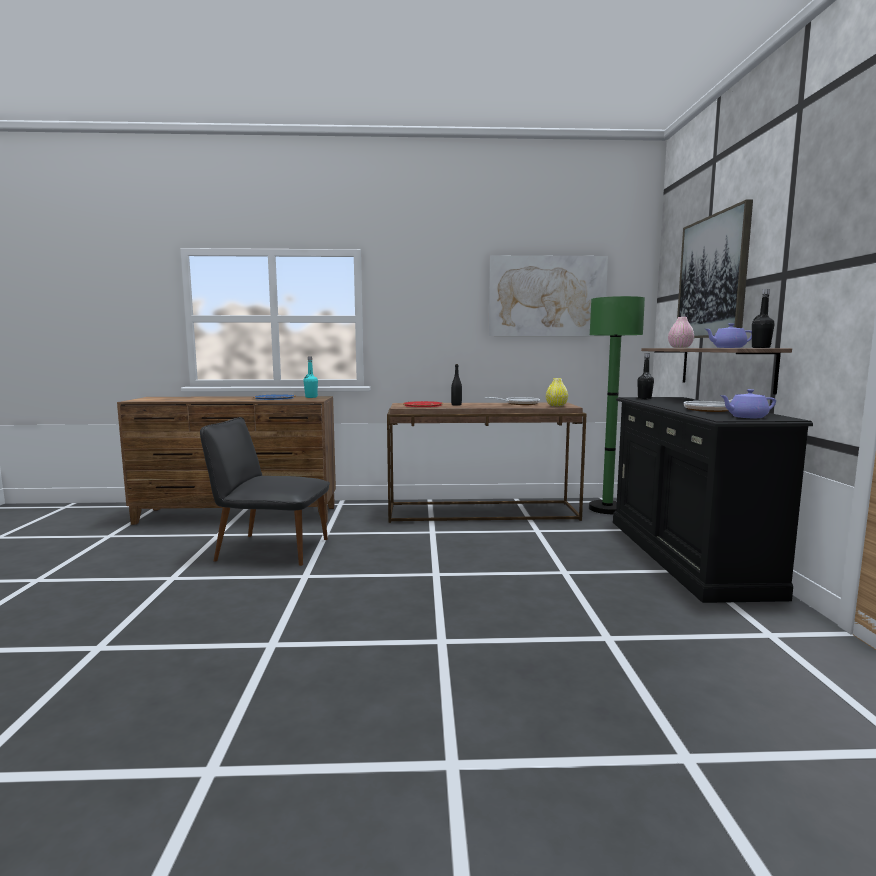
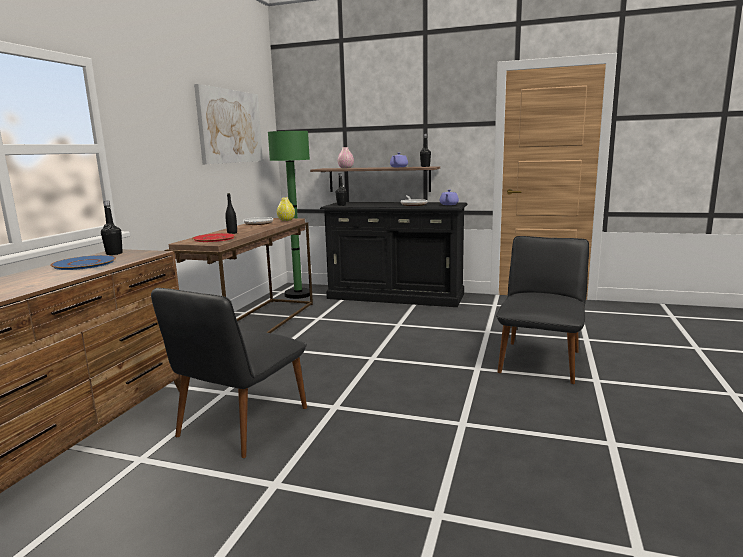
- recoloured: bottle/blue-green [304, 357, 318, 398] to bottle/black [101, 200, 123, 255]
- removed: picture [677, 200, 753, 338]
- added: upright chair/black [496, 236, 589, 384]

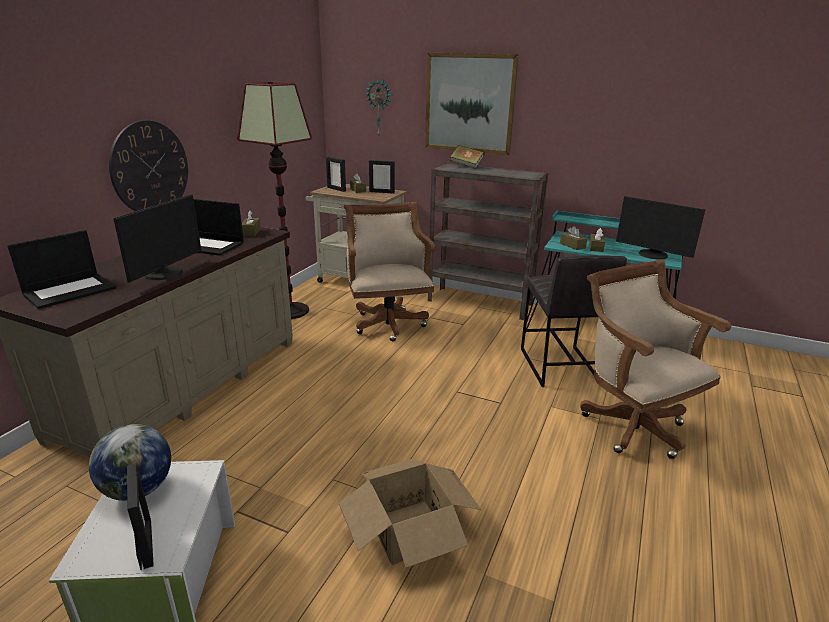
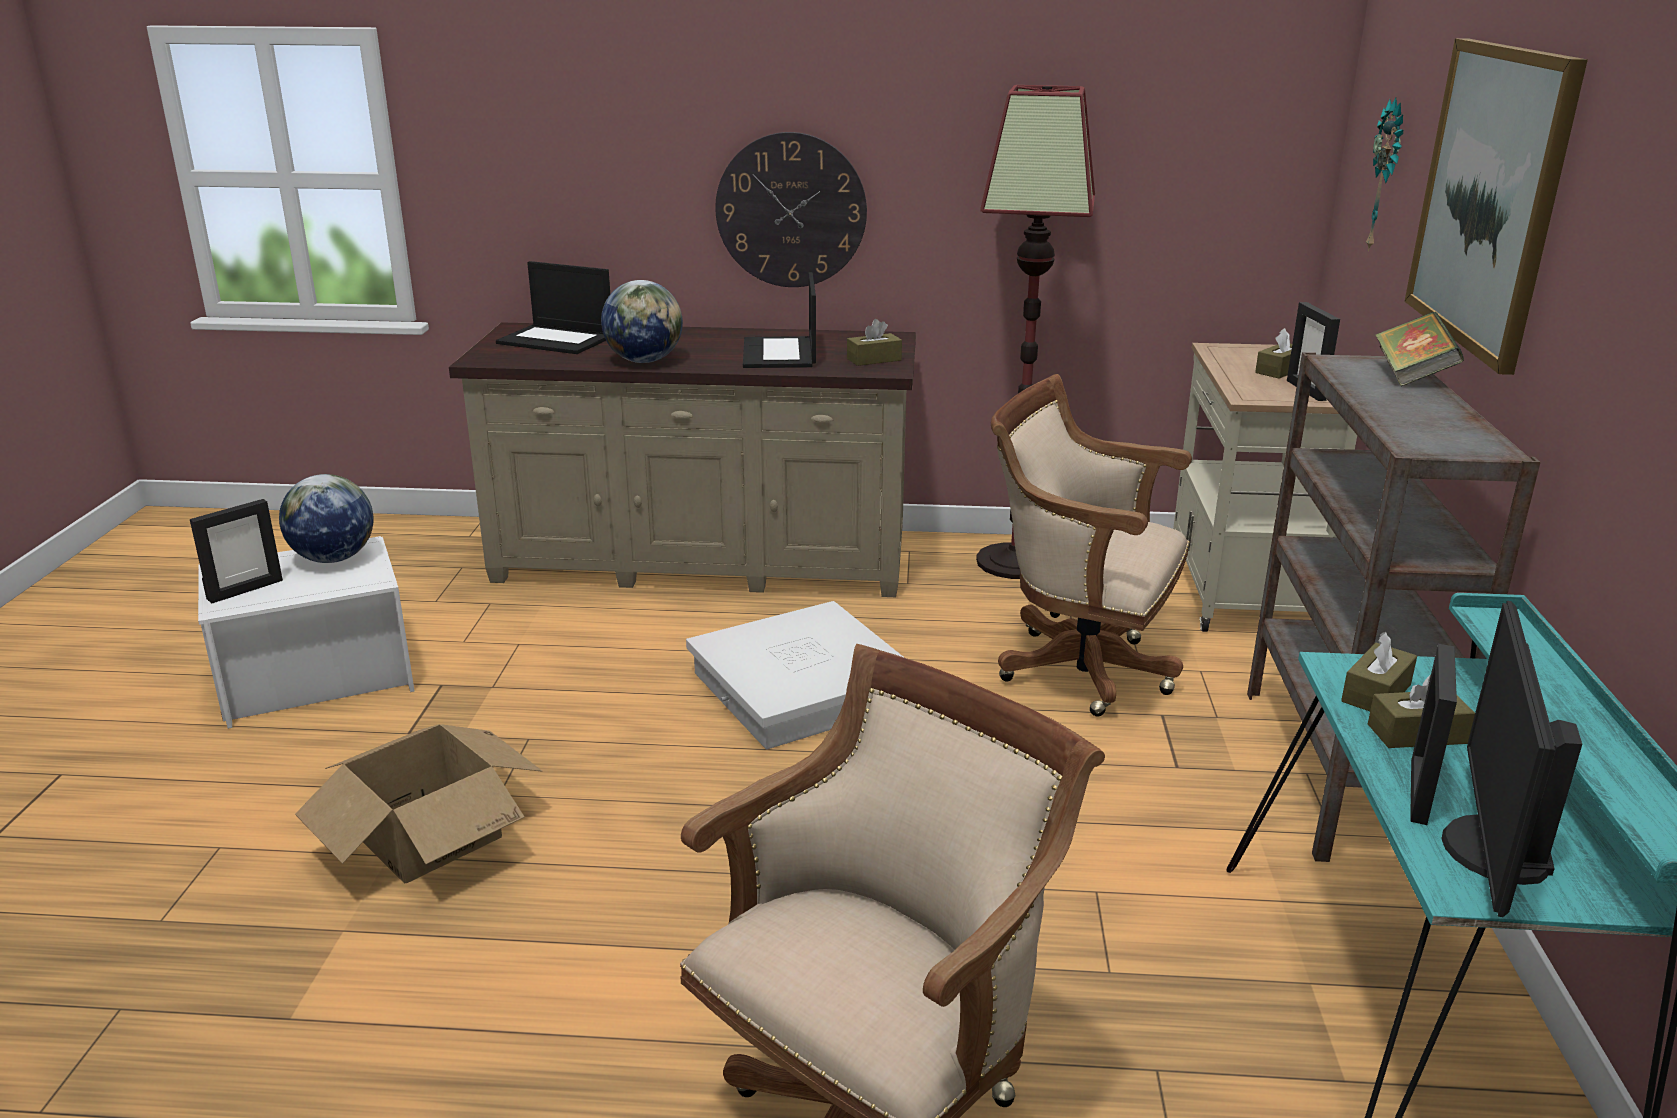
- replaced: monitor [113, 194, 201, 283] to world globe [601, 280, 683, 363]
- moved: picture frame [326, 157, 346, 192] to [1410, 644, 1457, 825]
- turned: desk chair [344, 202, 435, 341] = [991, 374, 1192, 717] 120 degrees counterclockwise
- removed: stool/grey [521, 255, 627, 387]
- added: storage container/white [686, 601, 903, 749]

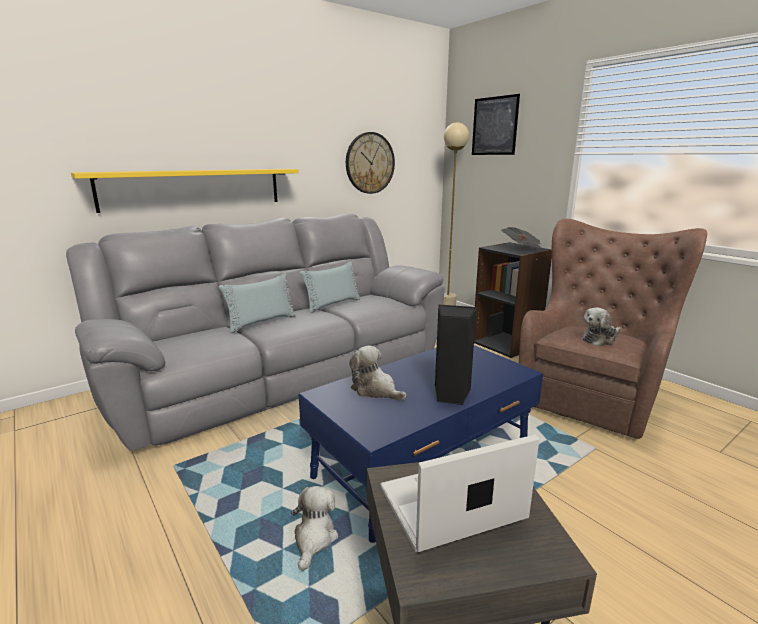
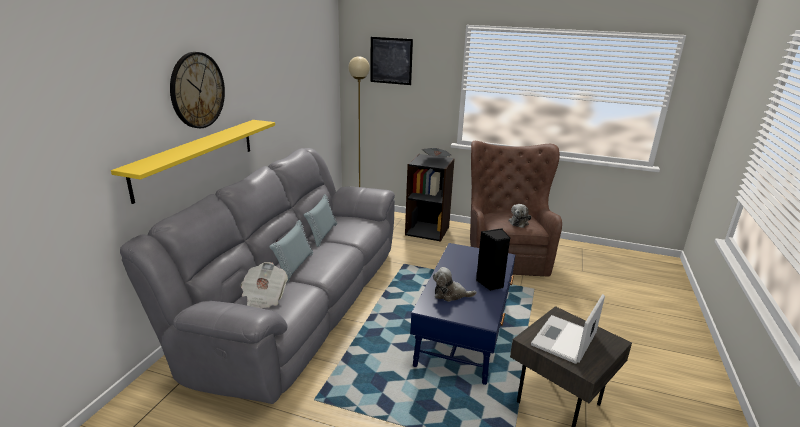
- removed: plush toy [291, 486, 338, 571]
- moved: wall clock [346, 132, 395, 194] to [170, 52, 225, 128]
- added: printed paper [241, 262, 288, 308]

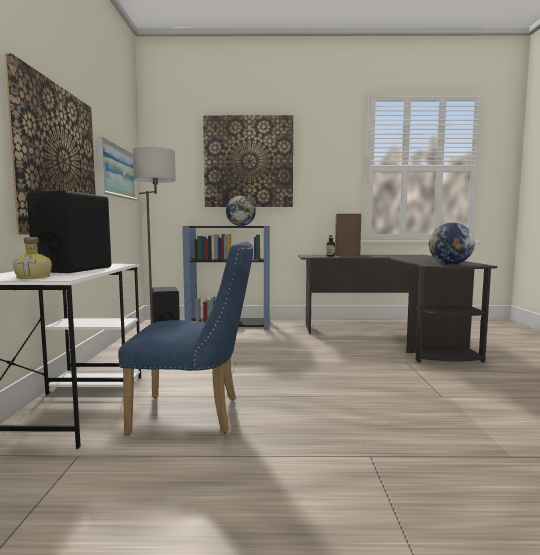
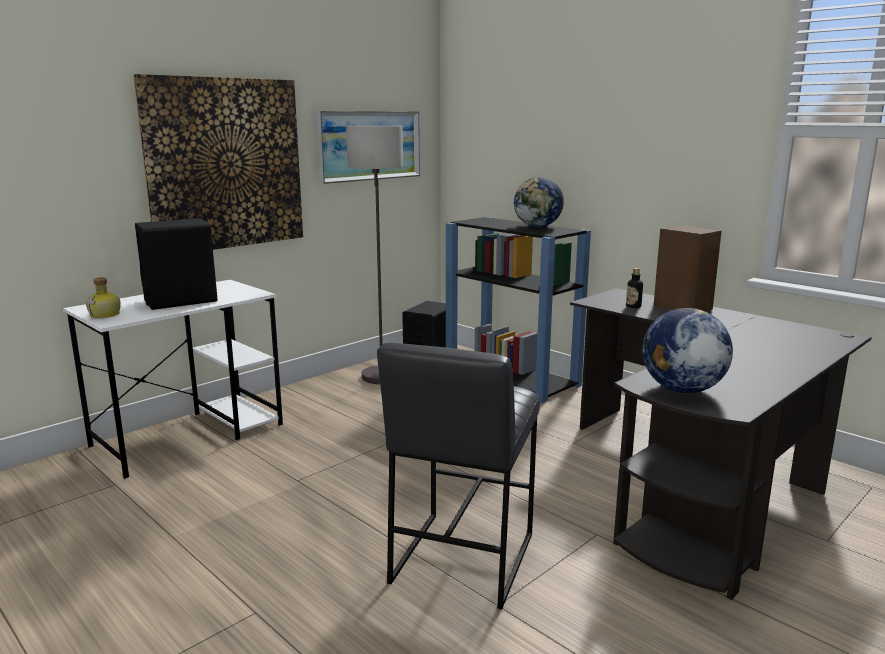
- removed: upright chair/bluish [118, 242, 253, 435]
- removed: picture [203, 115, 293, 207]
- added: stool/grey [377, 343, 540, 609]

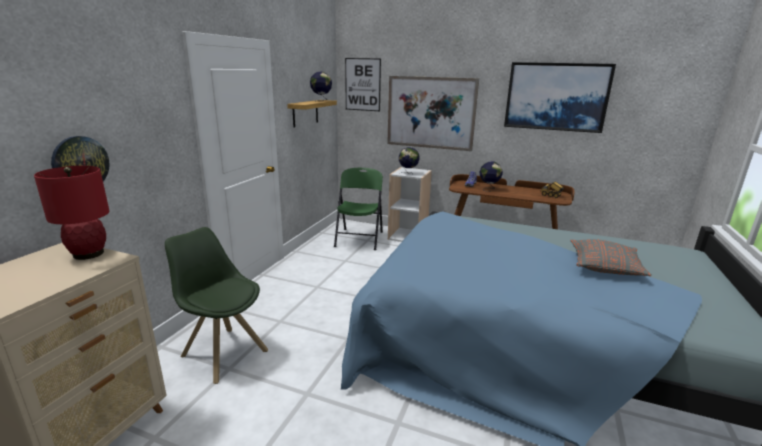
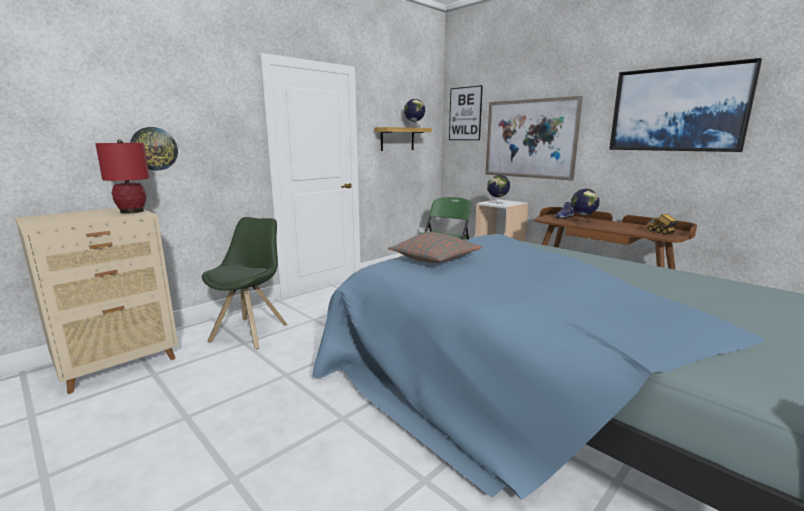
- turned: upright chair/green [165, 227, 268, 384] = [202, 217, 287, 349] 45 degrees clockwise
- moved: pillow/grey [570, 239, 652, 276] to [388, 232, 483, 263]

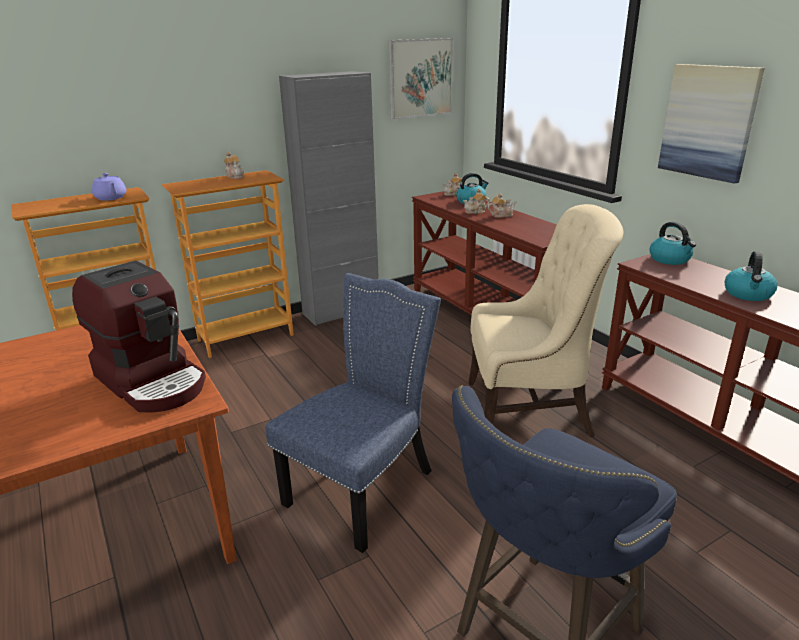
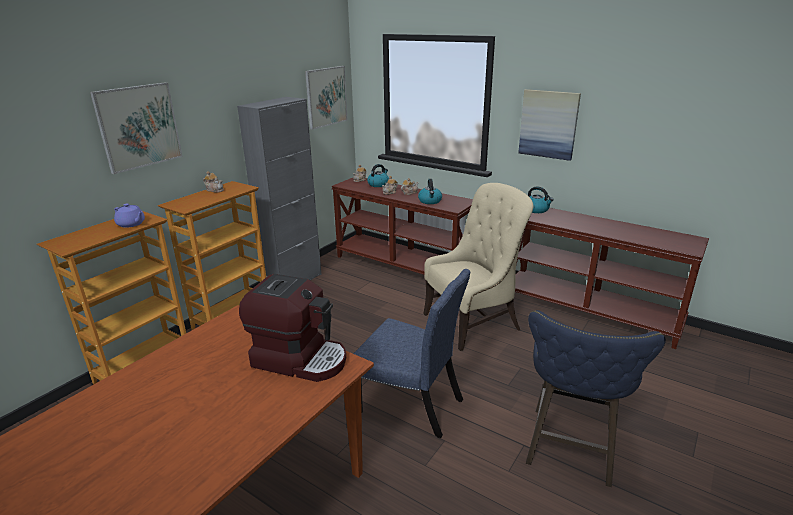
- turned: upright chair/bluish [266, 273, 441, 553] = [354, 269, 471, 438] 105 degrees clockwise
- moved: kettle [724, 251, 777, 301] to [418, 179, 442, 204]
- added: picture [90, 82, 183, 174]

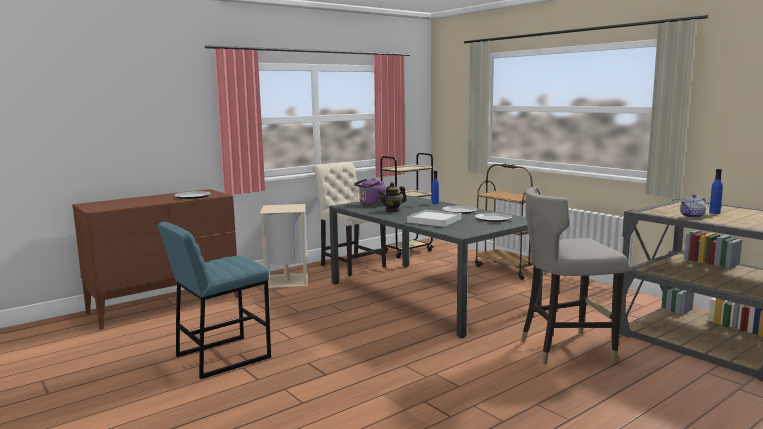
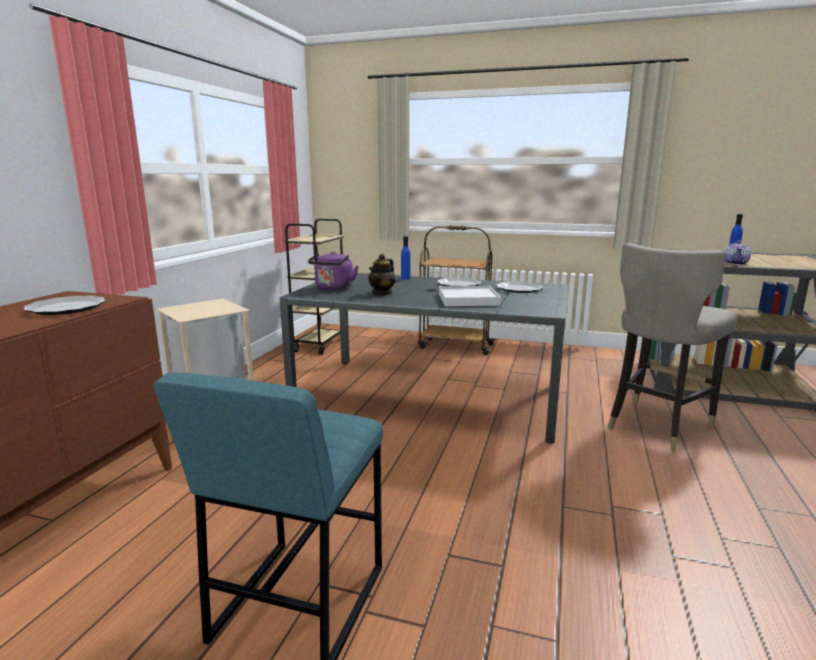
- removed: upright chair/beige [313, 162, 386, 277]

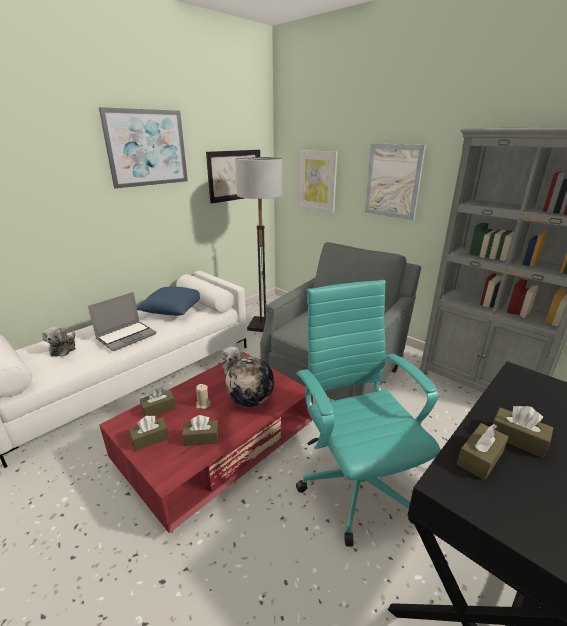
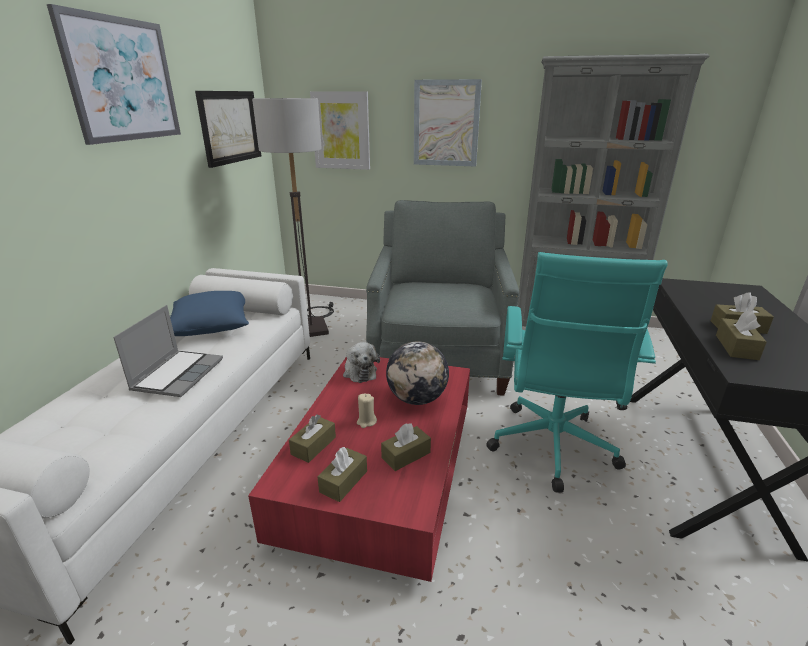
- removed: plush toy [42, 327, 76, 357]
- turned: desk chair/blue-green [296, 280, 441, 547] = [486, 252, 668, 493] 120 degrees counterclockwise

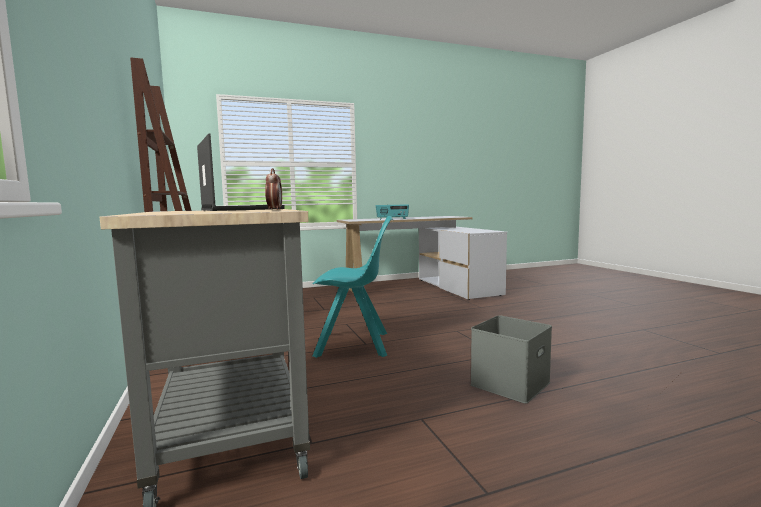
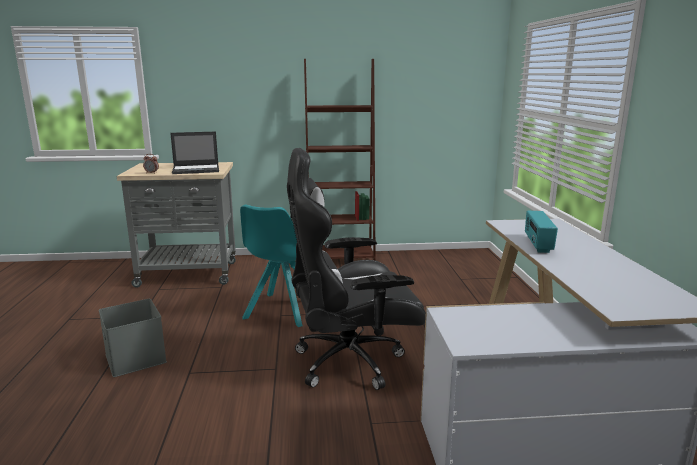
- added: desk chair/black [287, 148, 426, 390]

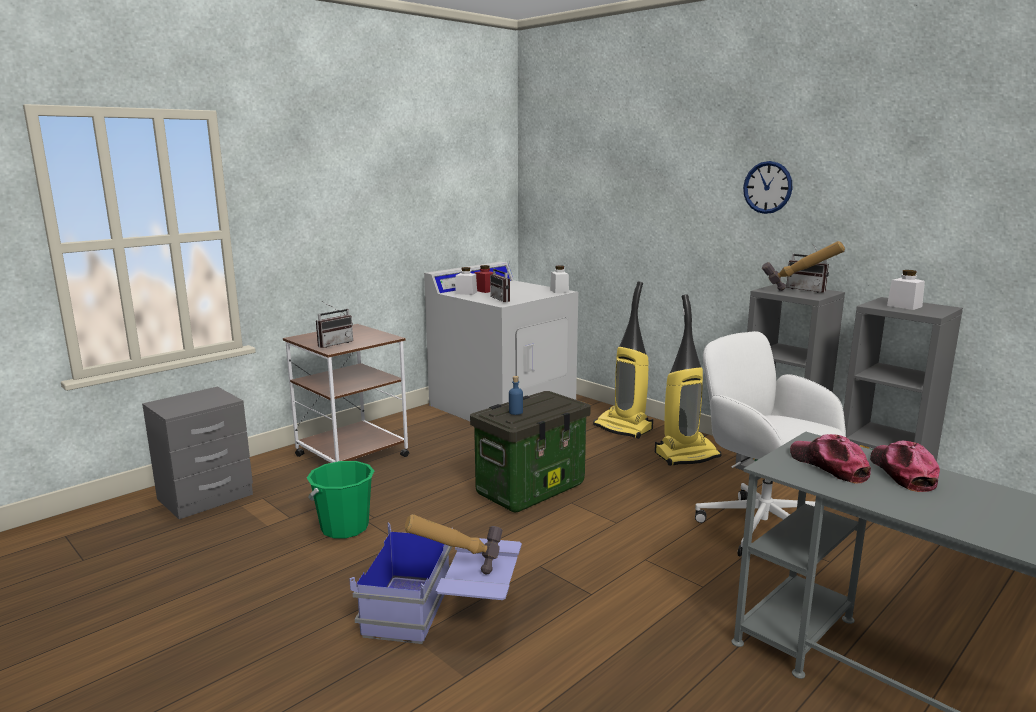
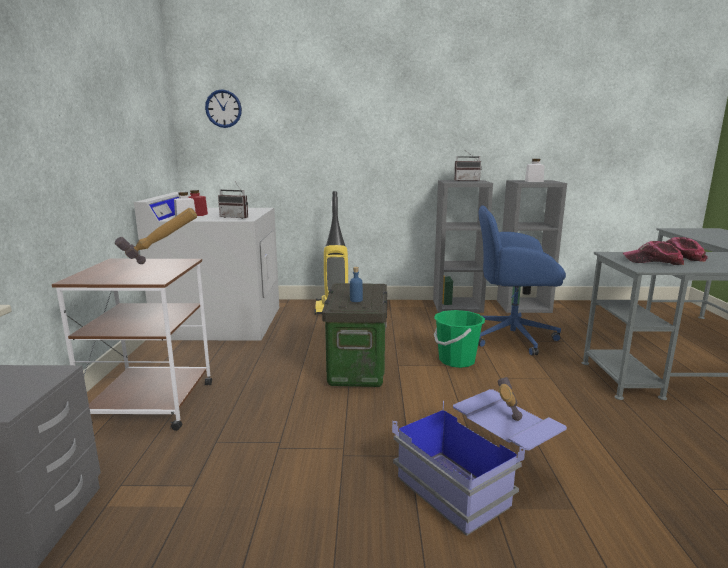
- moved: bucket/green [307, 461, 374, 539] to [434, 310, 485, 368]
- removed: radio receiver [316, 301, 353, 348]
- removed: storage jar/white [550, 265, 569, 293]
- removed: vacuum [655, 294, 721, 466]
- recoloured: desk chair/white [695, 331, 846, 557] to desk chair/bluish [478, 205, 566, 356]
- moved: wall clock [743, 161, 793, 214] to [205, 89, 242, 128]
- moved: hammer [762, 241, 845, 291] to [115, 208, 197, 264]

